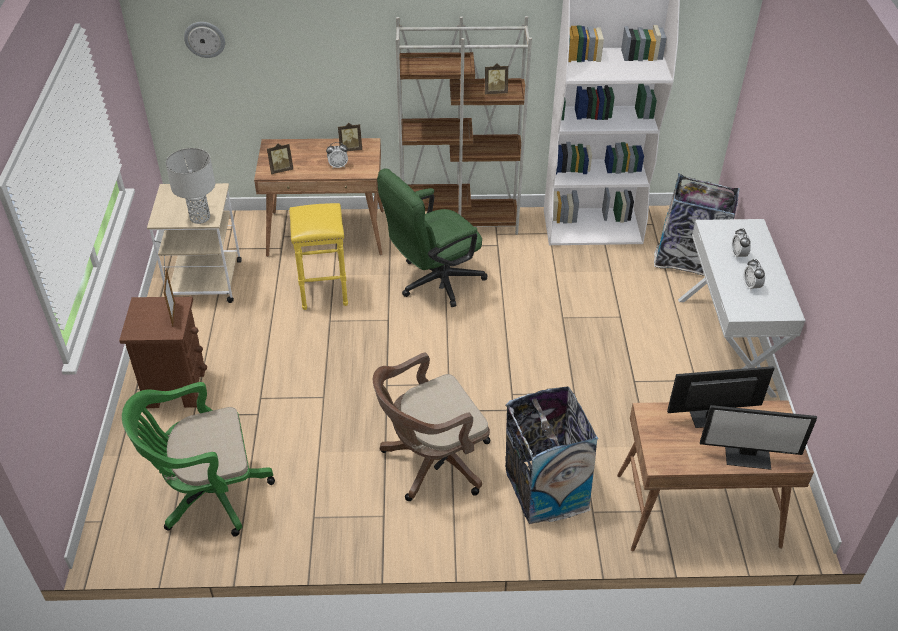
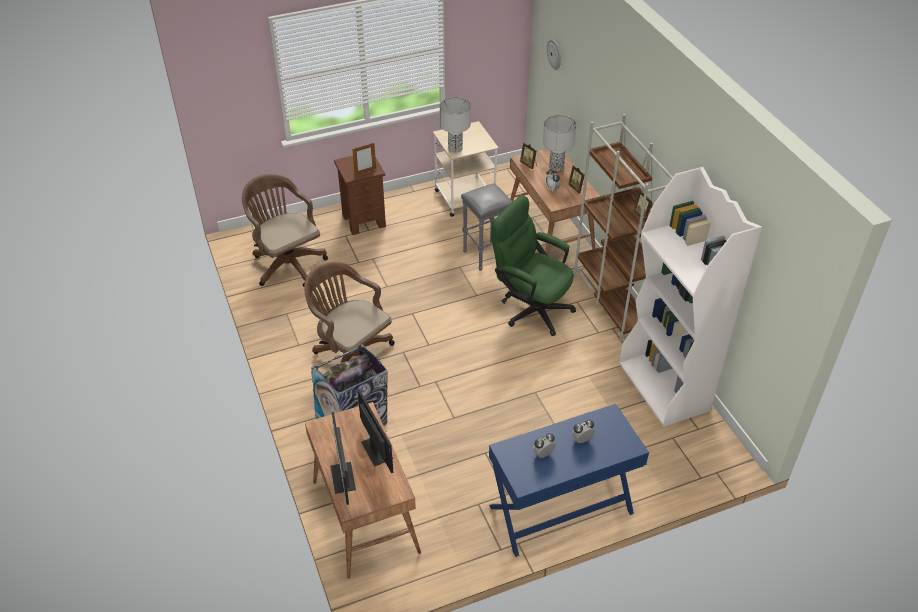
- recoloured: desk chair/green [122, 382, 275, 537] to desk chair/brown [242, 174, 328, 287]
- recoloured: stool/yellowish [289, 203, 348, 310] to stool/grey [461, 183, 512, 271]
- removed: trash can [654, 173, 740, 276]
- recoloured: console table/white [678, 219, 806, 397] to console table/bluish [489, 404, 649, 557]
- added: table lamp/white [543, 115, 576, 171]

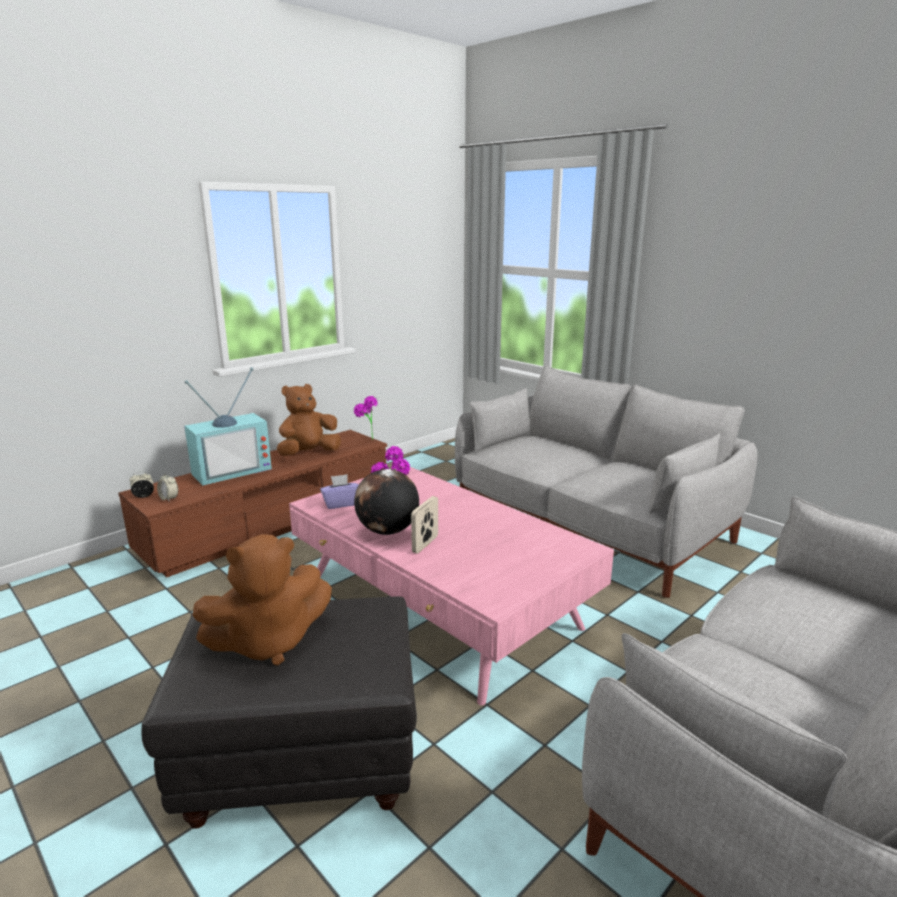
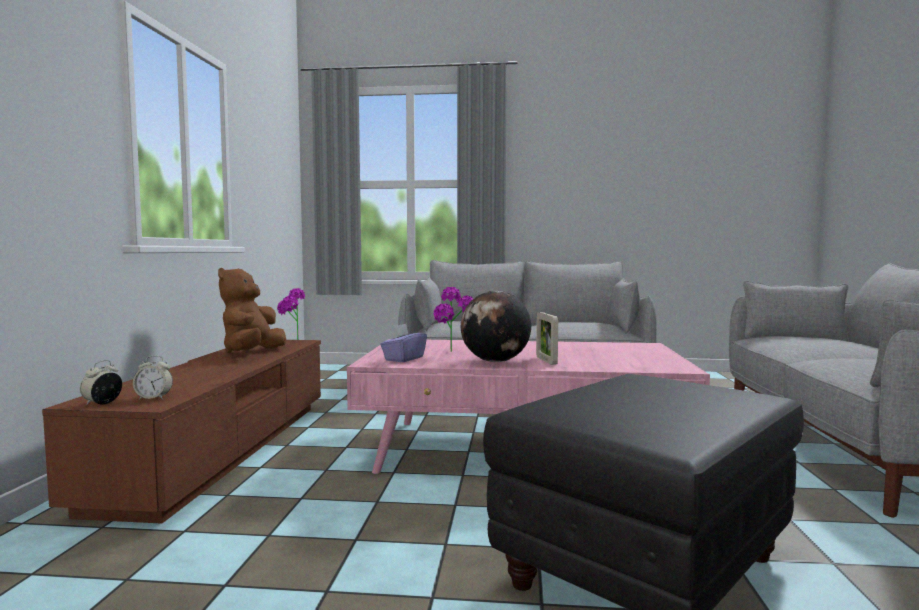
- removed: television [184, 367, 272, 486]
- removed: plush toy/brown [193, 534, 332, 666]

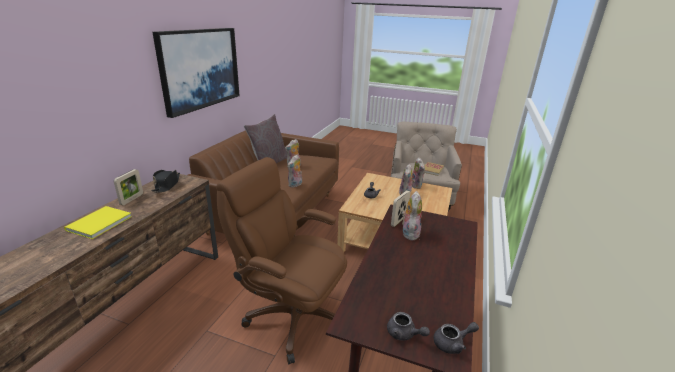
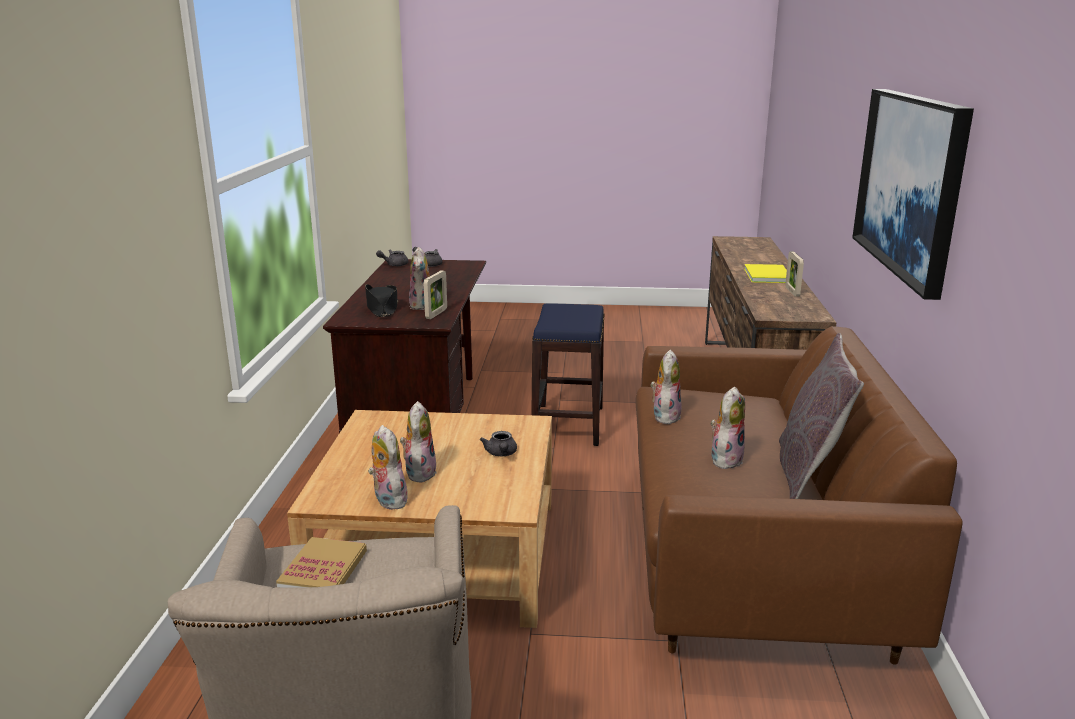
- moved: clothing hat/black [151, 170, 180, 193] to [365, 284, 398, 317]
- replaced: desk chair/brown [216, 157, 347, 364] to stool [531, 303, 605, 446]

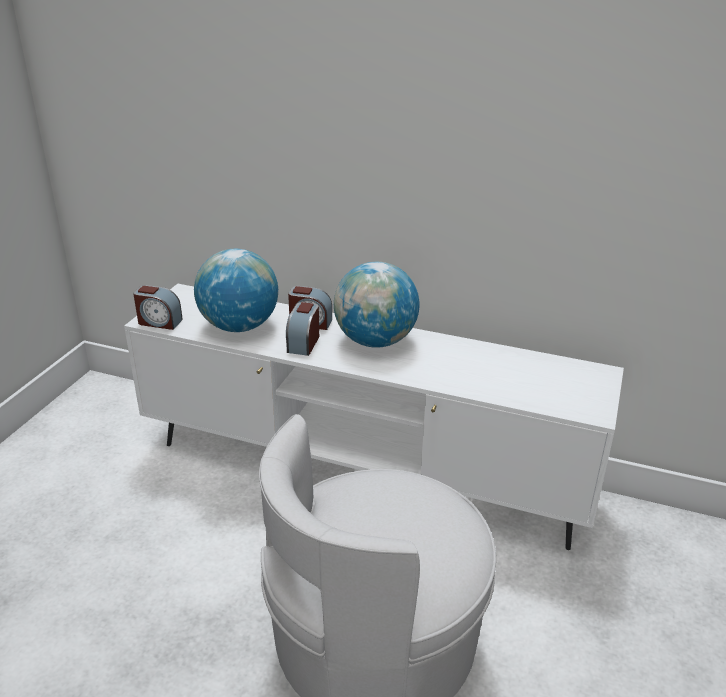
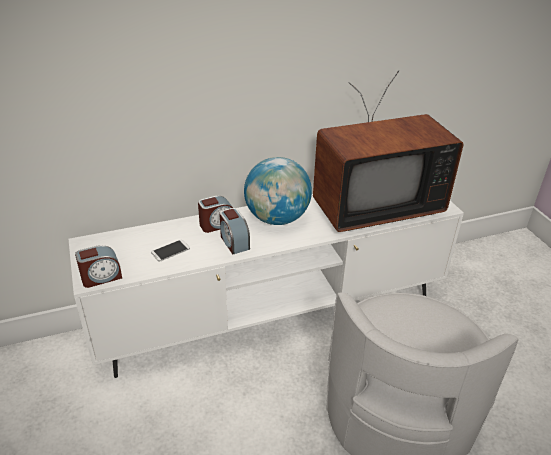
- replaced: world globe [194, 249, 278, 332] to handset [151, 240, 190, 262]
- added: television [313, 70, 464, 232]

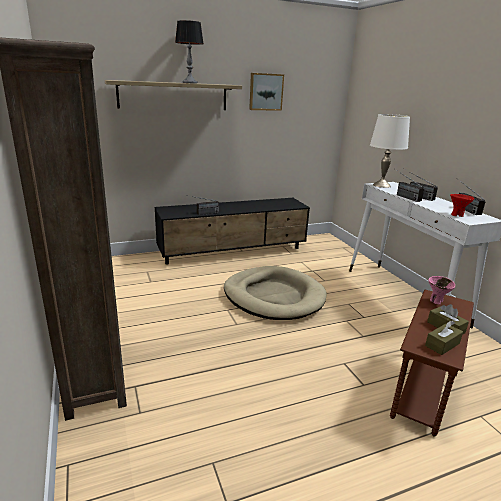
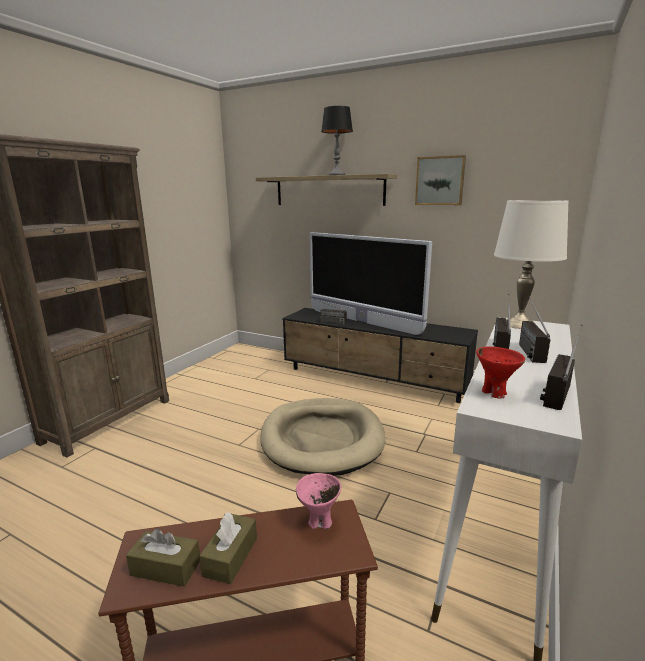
- added: television [310, 232, 432, 335]

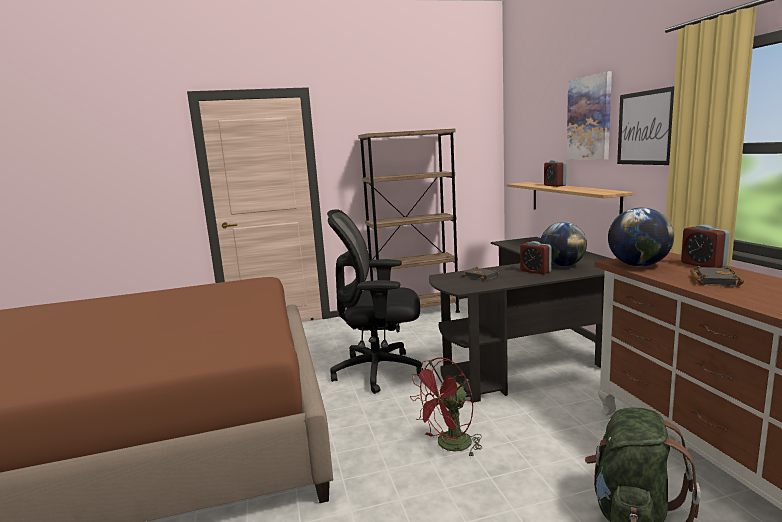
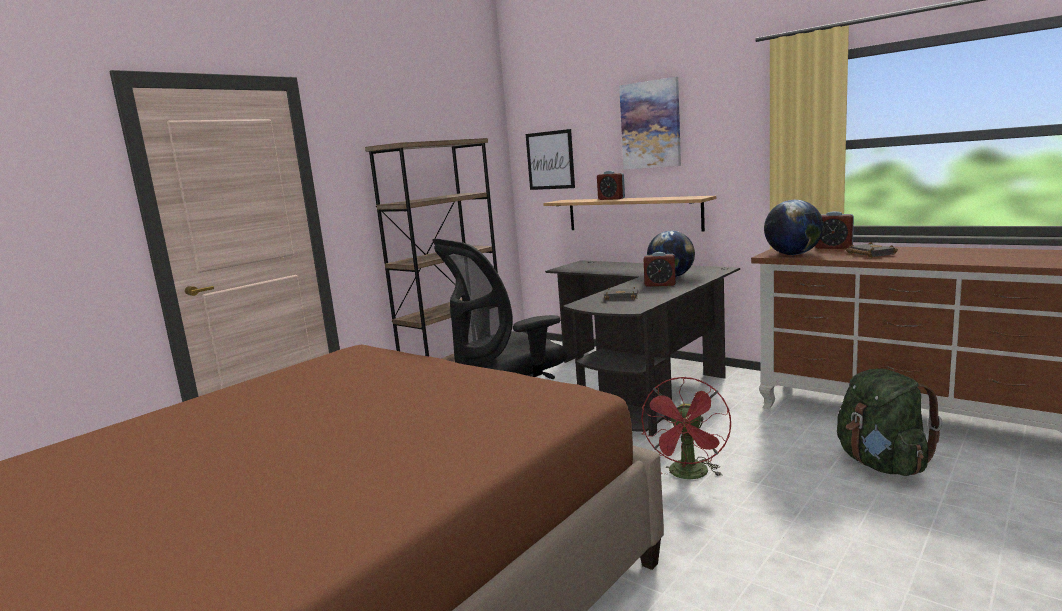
- moved: picture [617, 86, 674, 165] to [526, 129, 575, 190]

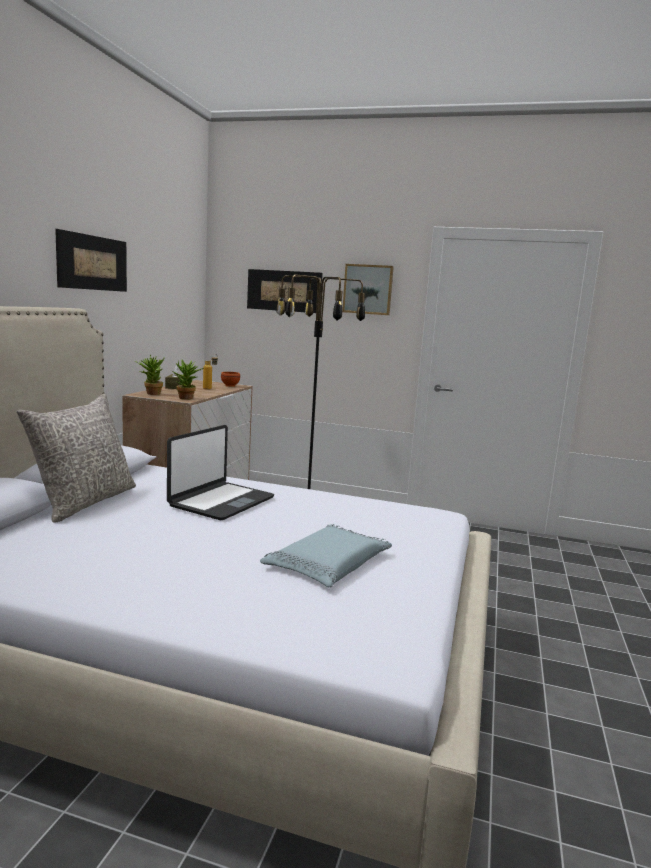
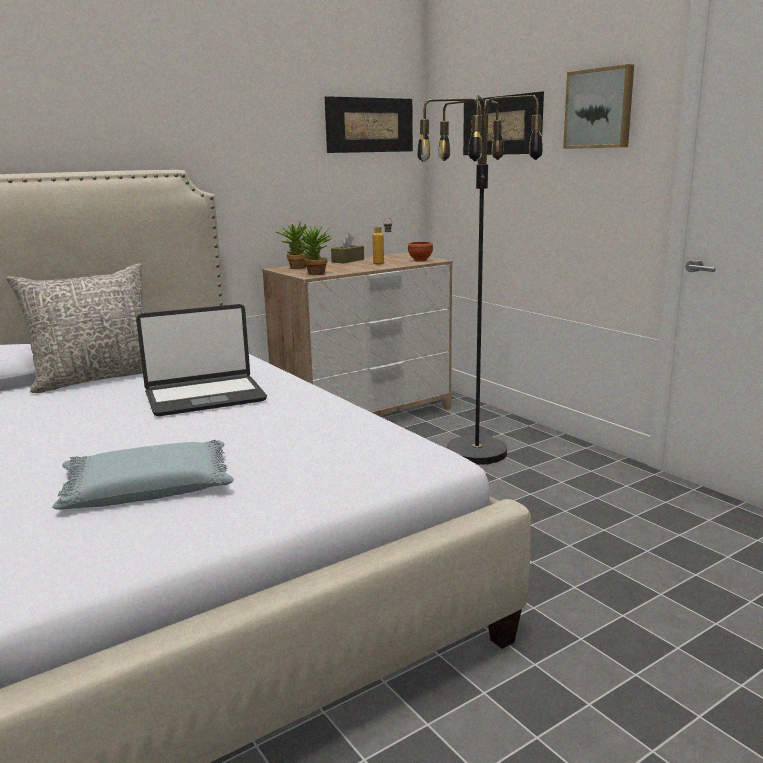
- moved: picture [55, 229, 127, 292] to [325, 96, 413, 153]

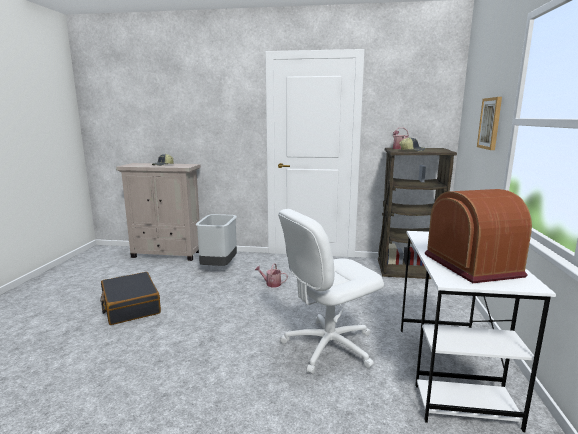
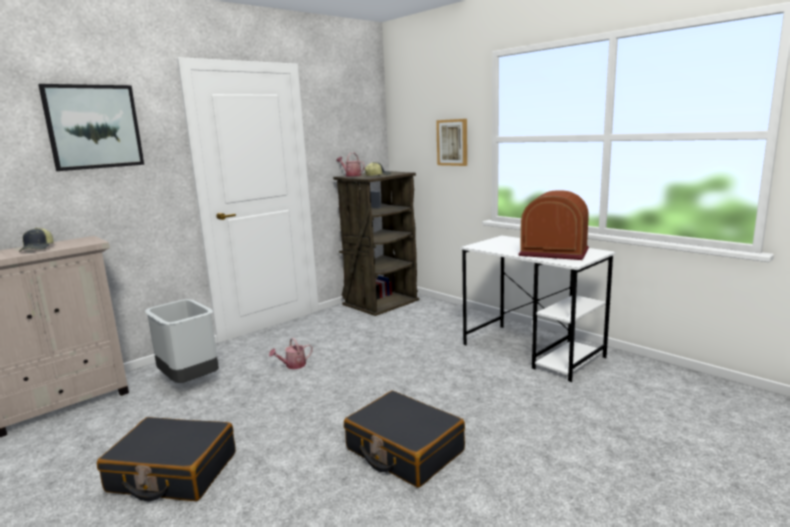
- removed: desk chair/white [278, 209, 384, 374]
- added: picture [38, 84, 144, 171]
- added: travel case/black [344, 391, 465, 488]

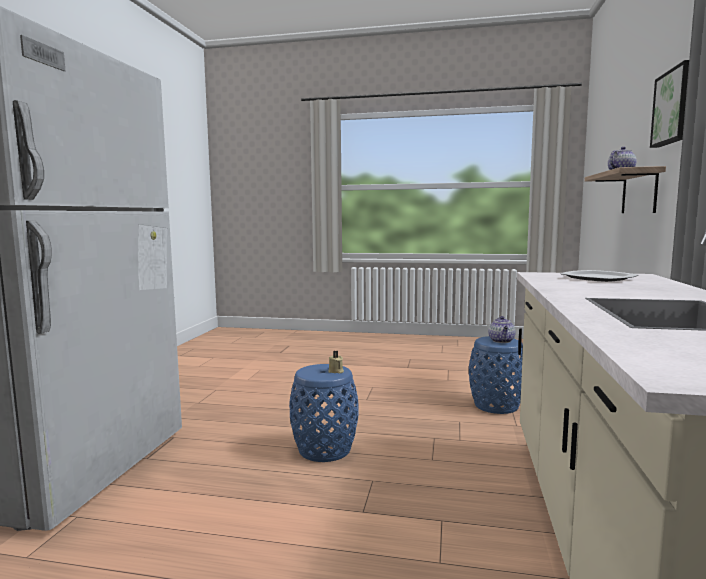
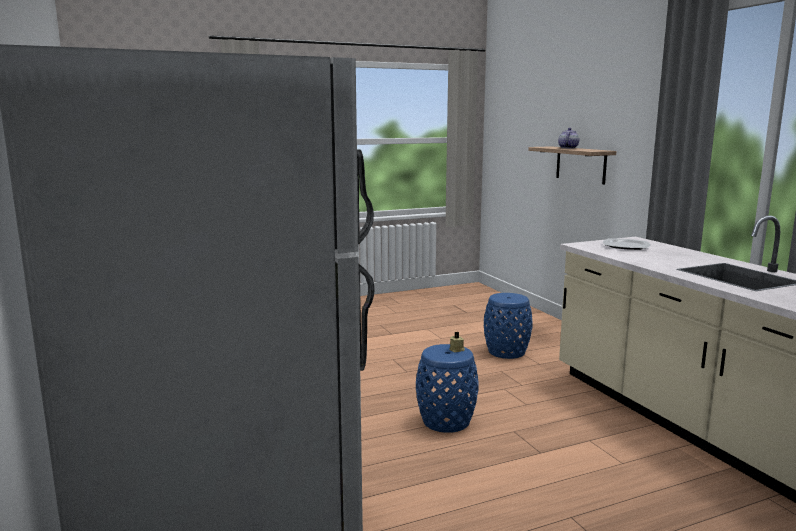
- removed: tea pot [488, 316, 516, 343]
- removed: picture [650, 60, 689, 148]

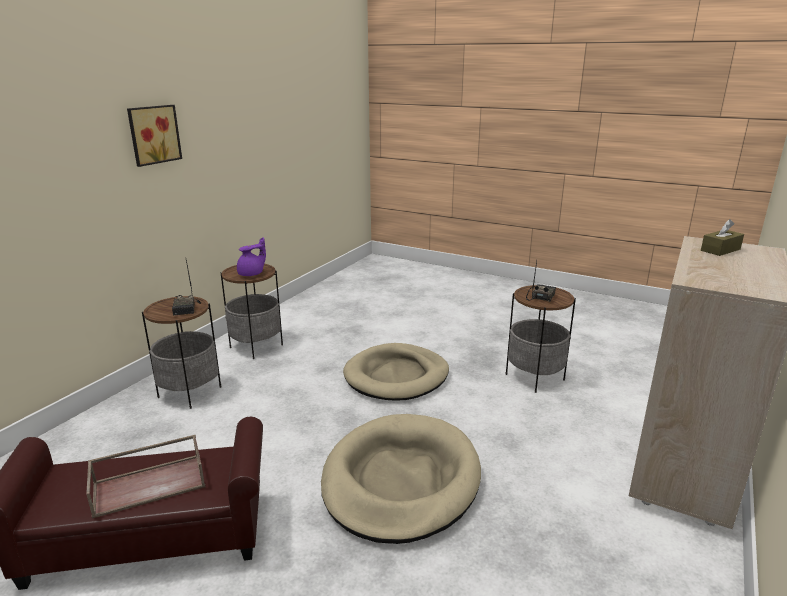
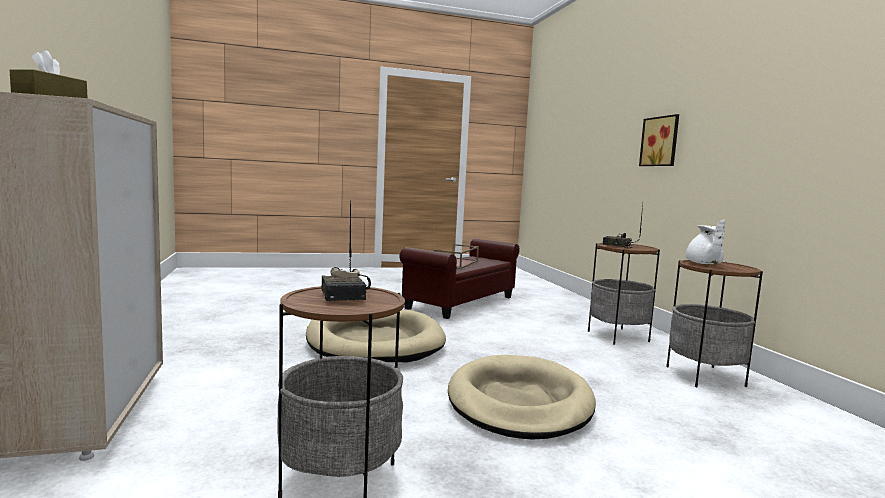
- moved: picture [127, 105, 182, 167] to [639, 114, 679, 166]
- recoloured: tea pot/purple-coloured [237, 237, 266, 276] to tea pot/white [686, 220, 725, 264]

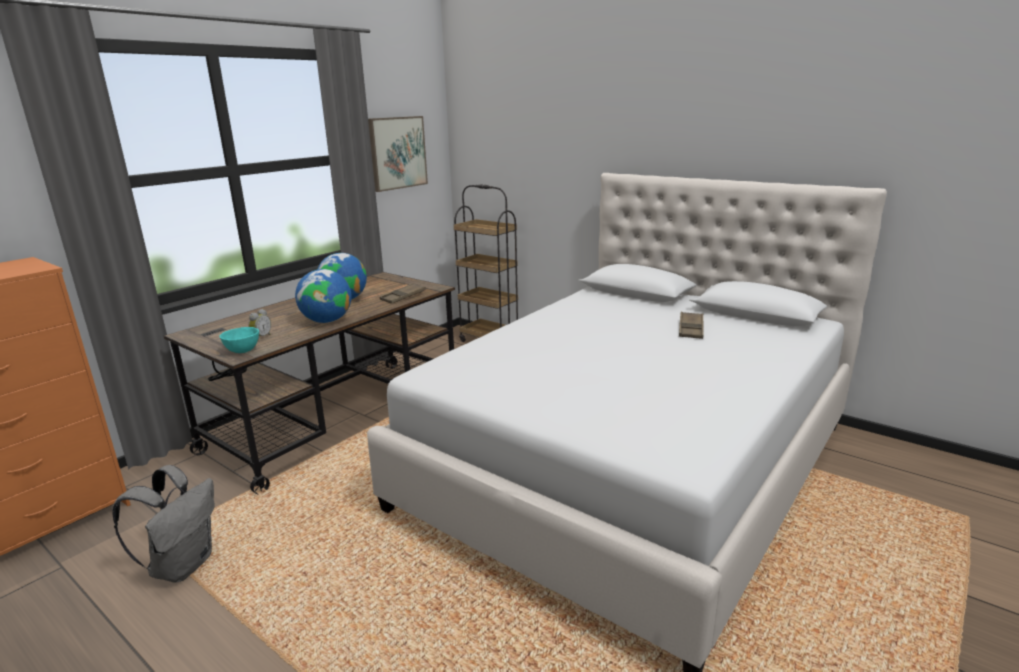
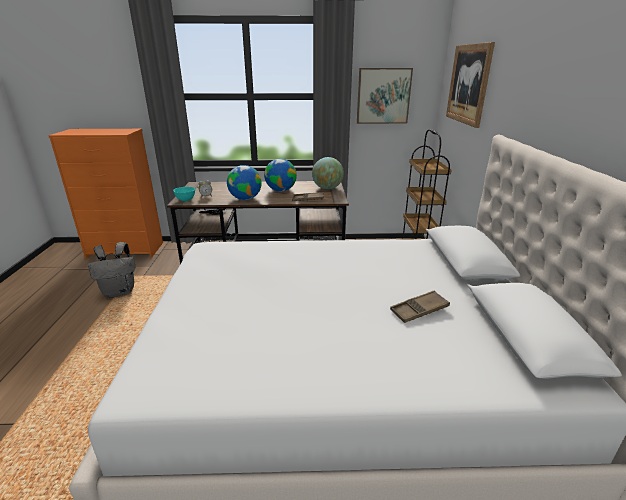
- added: world globe [312, 157, 344, 189]
- added: picture [446, 42, 495, 128]

